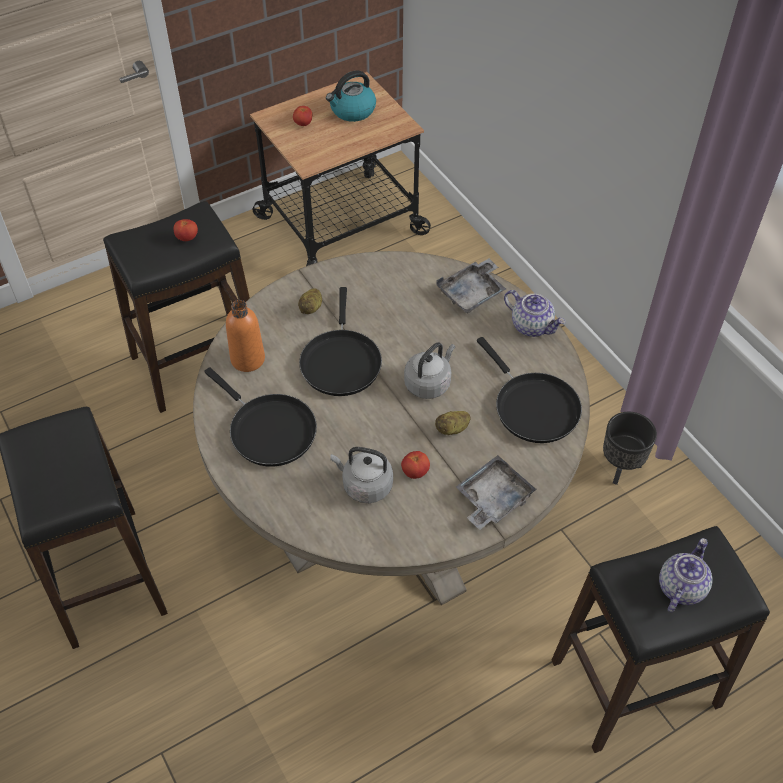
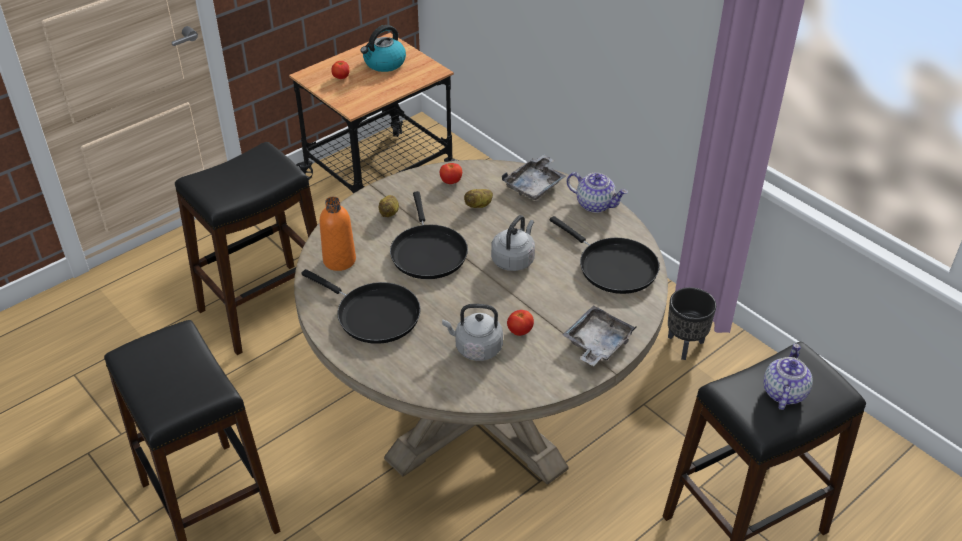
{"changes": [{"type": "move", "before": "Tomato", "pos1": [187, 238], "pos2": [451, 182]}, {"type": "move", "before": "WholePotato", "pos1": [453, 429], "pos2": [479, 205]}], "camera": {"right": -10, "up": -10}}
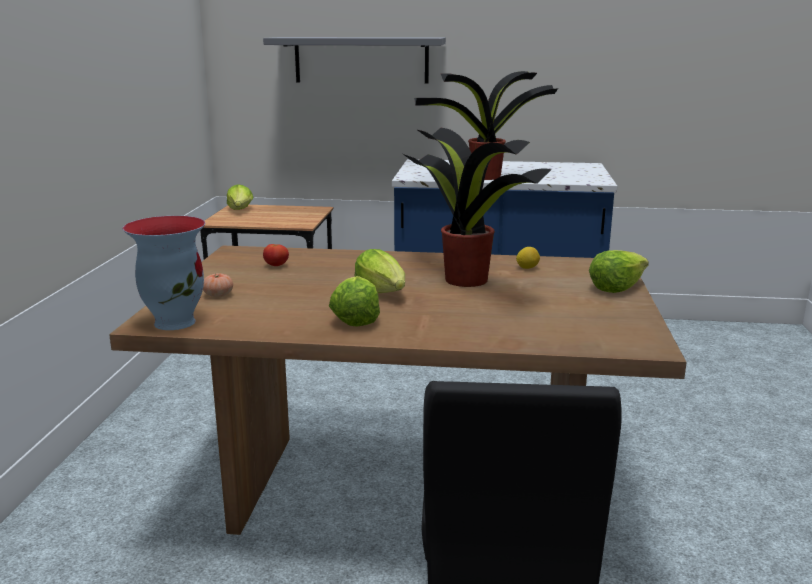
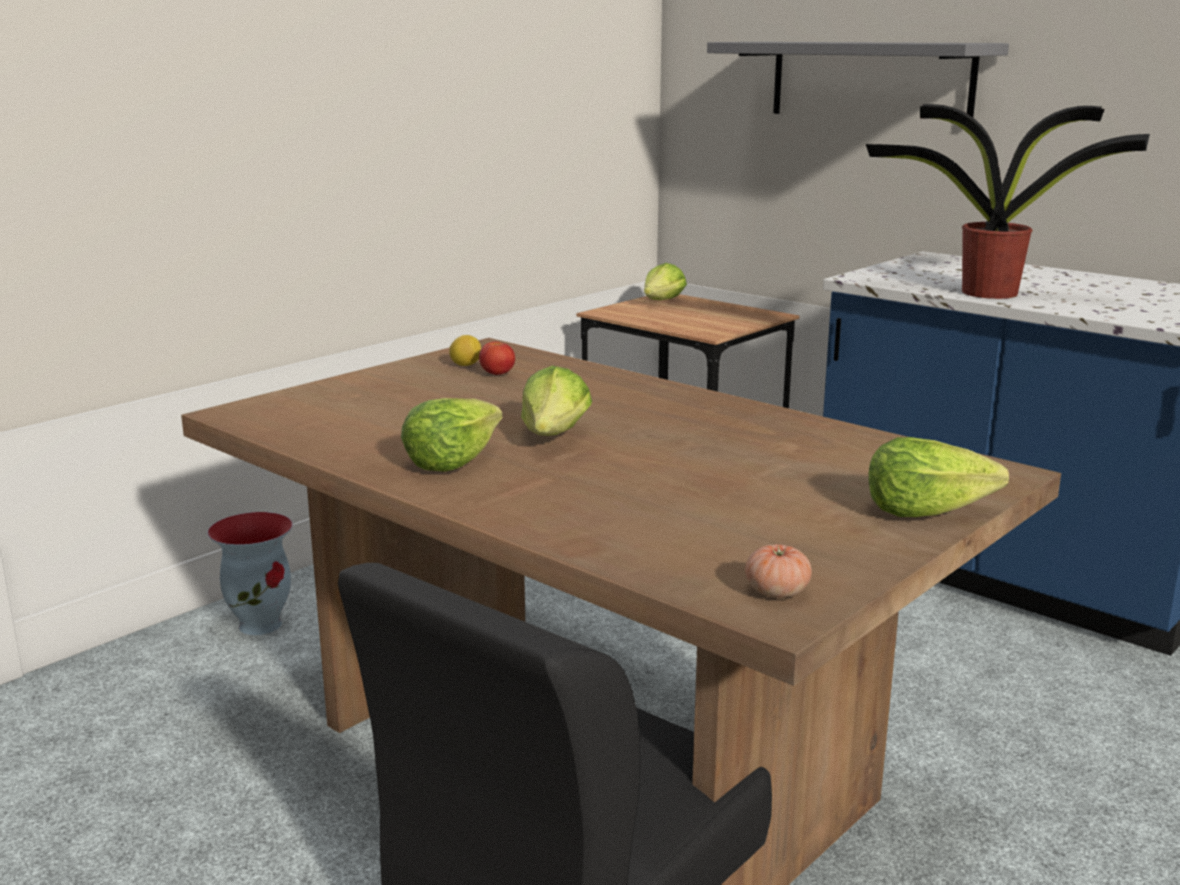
{"changes": [{"type": "move", "before": "DecorativeVase", "pos1": [175, 322], "pos2": [261, 624]}, {"type": "move", "before": "Tomato", "pos1": [218, 295], "pos2": [777, 592]}, {"type": "delete", "before": "PlantInAPot", "pos1": [464, 279]}, {"type": "move", "before": "CitrusFruit", "pos1": [527, 268], "pos2": [465, 365]}], "camera": {"right": 35, "up": 0}}
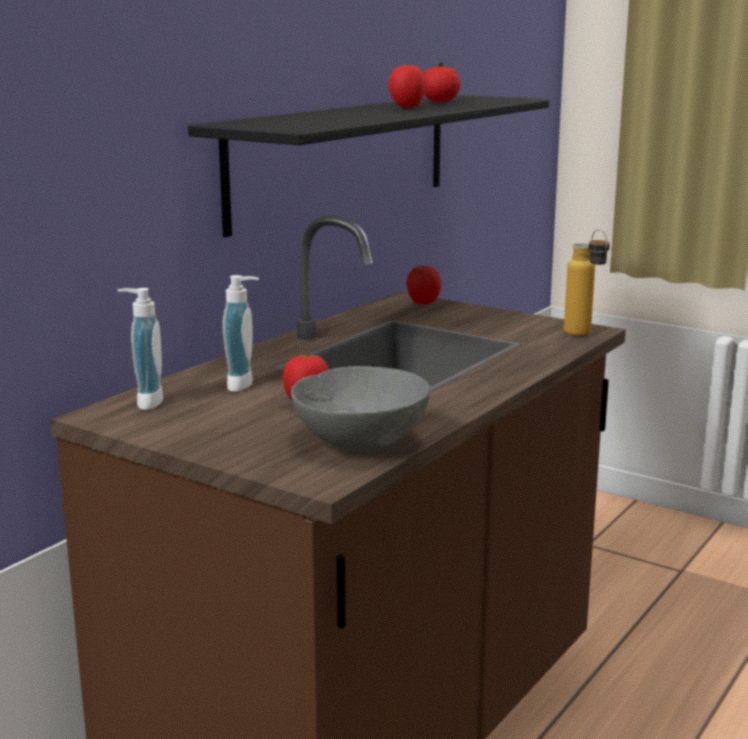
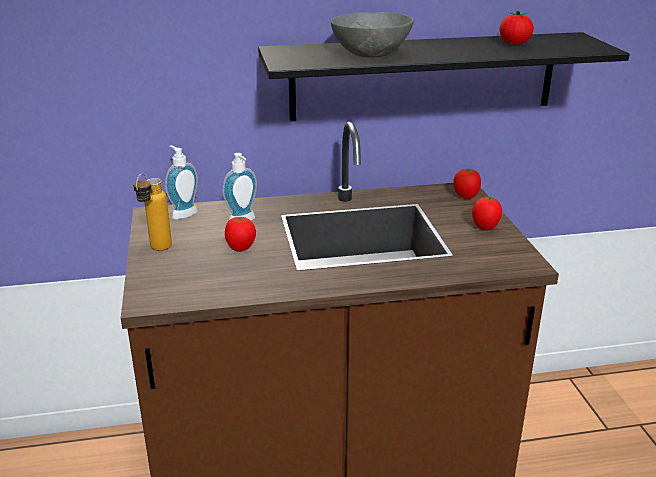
{"changes": [{"type": "move", "before": "GrayBowl", "pos1": [360, 442], "pos2": [370, 53]}, {"type": "move", "before": "Tomato", "pos1": [407, 107], "pos2": [485, 228]}, {"type": "move", "before": "DrinkBottle", "pos1": [584, 335], "pos2": [156, 250]}], "camera": {"right": 45, "up": 10}}
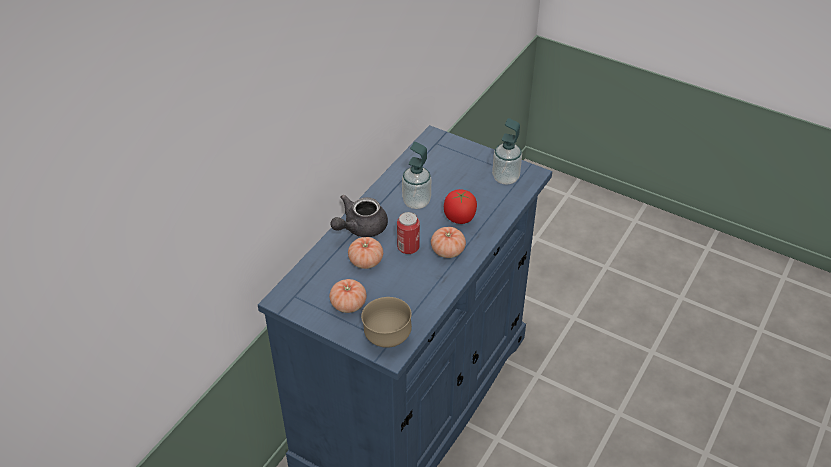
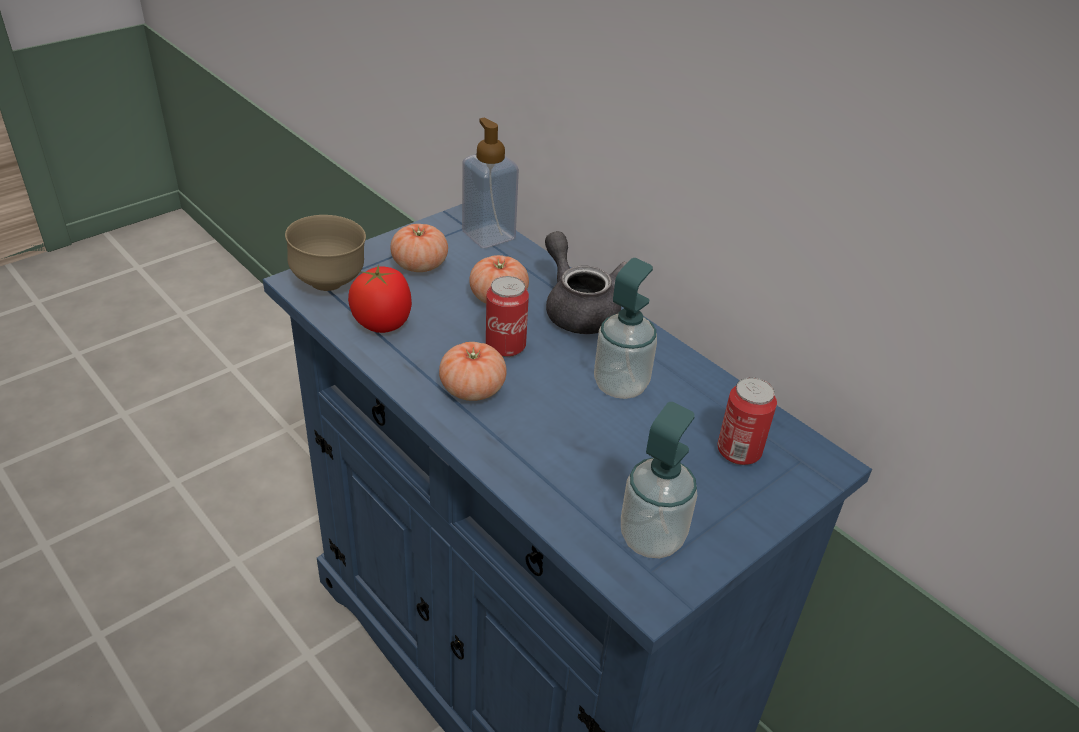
{"changes": [{"type": "move", "before": "Tomato", "pos1": [459, 218], "pos2": [383, 323]}, {"type": "insert", "after": "SoapDispenser", "pos2": [488, 235]}, {"type": "insert", "after": "Can", "pos2": [738, 452]}], "camera": {"right": 105, "up": -5}}
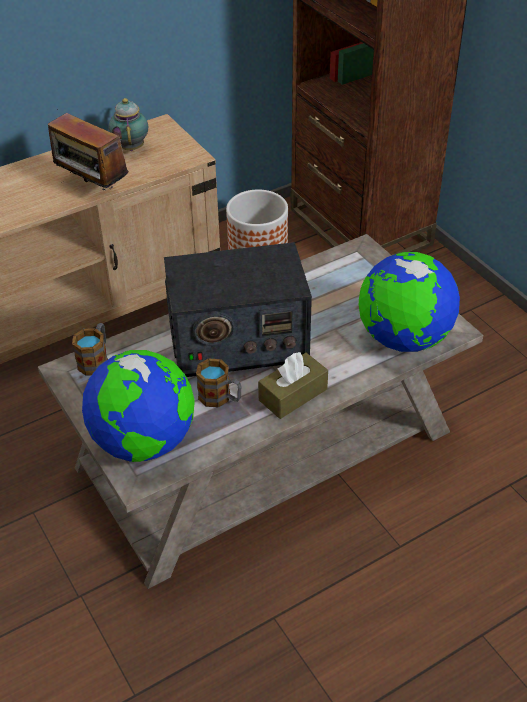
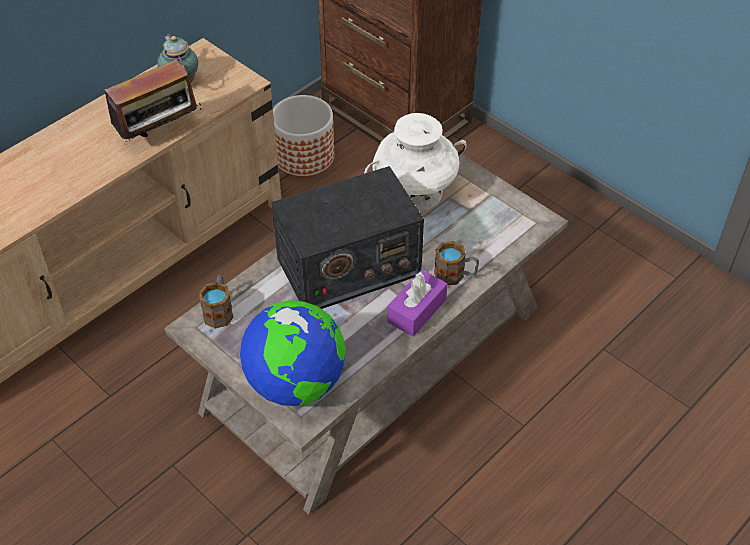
{"changes": [{"type": "rotate", "before": "RadioReceiver", "pos1": [92, 189], "pos2": [159, 134], "turn": -60}, {"type": "move", "before": "Mug", "pos1": [220, 398], "pos2": [455, 275]}, {"type": "recolor", "before": "BrownishTissueHolder", "after": "PurplishTissueHolder", "pos1": [293, 394], "pos2": [417, 311]}, {"type": "delete", "before": "Globe", "pos1": [403, 339]}, {"type": "insert", "after": "WhiteDecorativeVase", "pos2": [414, 192]}], "camera": {"right": -15, "up": 5}}
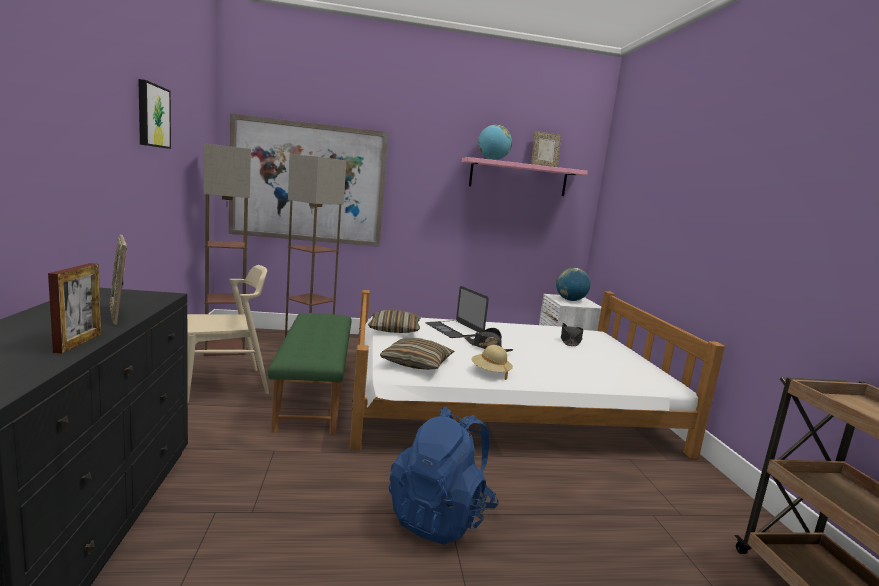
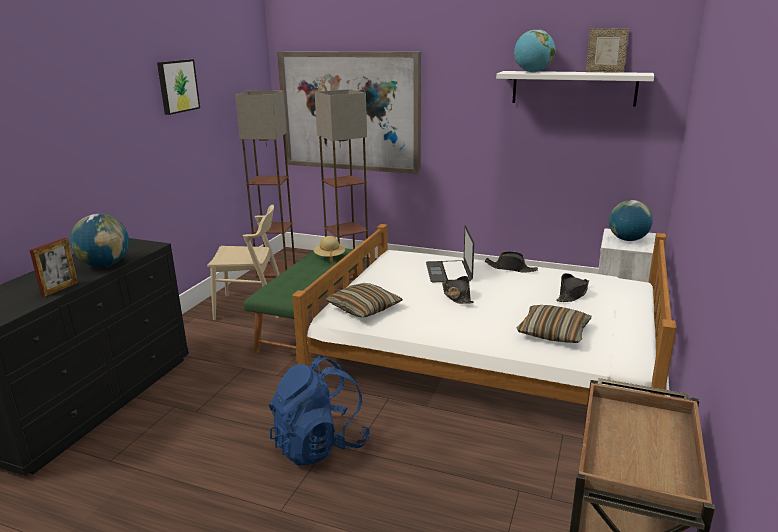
{"changes": [{"type": "replace", "before": "StandingFrame", "after": "Globe", "pos1": [119, 315], "pos2": [105, 265]}, {"type": "move", "before": "Pillow", "pos1": [394, 329], "pos2": [553, 332]}, {"type": "recolor", "before": "PinkWallShelf", "after": "WhiteWallShelf", "pos1": [518, 178], "pos2": [573, 88]}, {"type": "move", "before": "BeigeHat", "pos1": [490, 372], "pos2": [329, 257]}, {"type": "insert", "after": "BlackHat", "pos2": [511, 268]}], "camera": {"right": 30, "up": 10}}
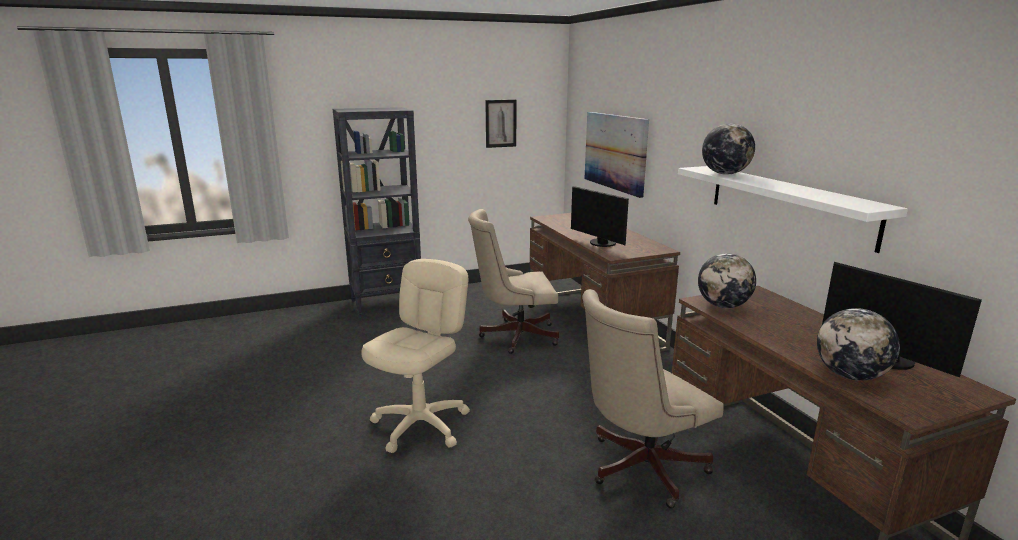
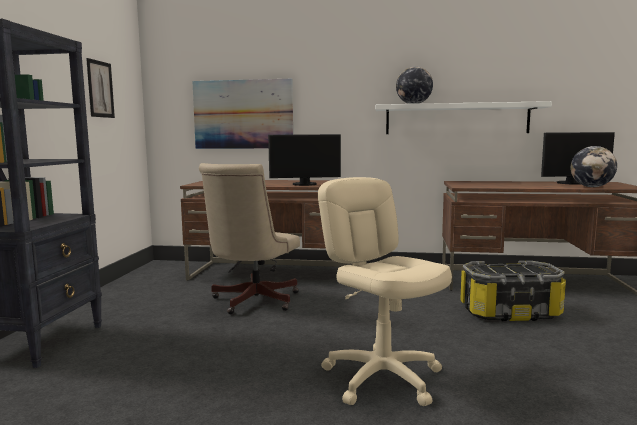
{"changes": [{"type": "replace", "before": "BeigeDeskChair", "after": "StorageBox", "pos1": [639, 468], "pos2": [509, 313]}, {"type": "delete", "before": "Globe", "pos1": [723, 306]}], "camera": {"right": -60, "up": -10}}
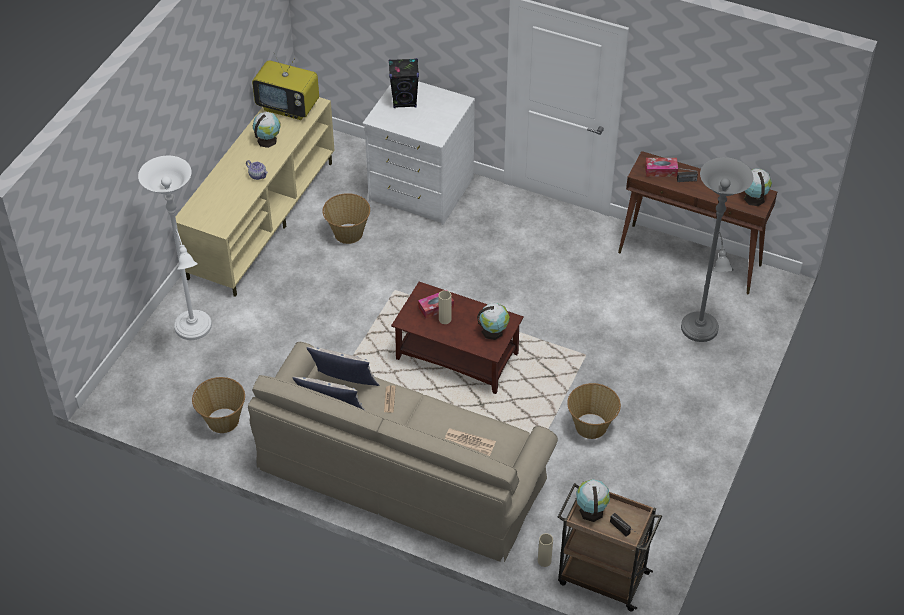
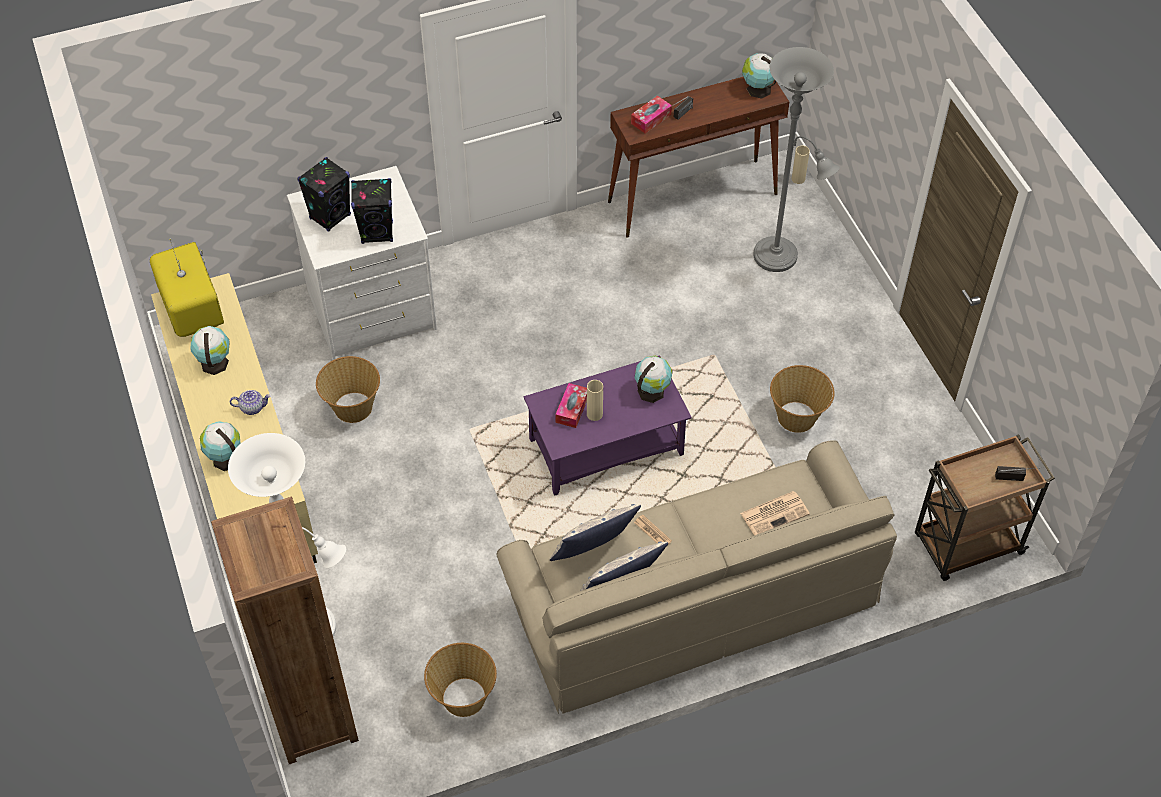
{"changes": [{"type": "rotate", "before": "Television", "pos1": [289, 107], "pos2": [192, 311], "turn": -90}, {"type": "recolor", "before": "BrownishCoffeeTable", "after": "PurplishCoffeeTable", "pos1": [456, 356], "pos2": [605, 448]}, {"type": "move", "before": "BeigeDecorativeVase", "pos1": [544, 561], "pos2": [798, 179]}, {"type": "move", "before": "Globe", "pos1": [591, 510], "pos2": [225, 458]}, {"type": "insert", "after": "BrownishBookshelf", "pos2": [312, 716]}, {"type": "insert", "after": "BlackAudioSpeaker", "pos2": [377, 233]}], "camera": {"right": -45, "up": 5}}
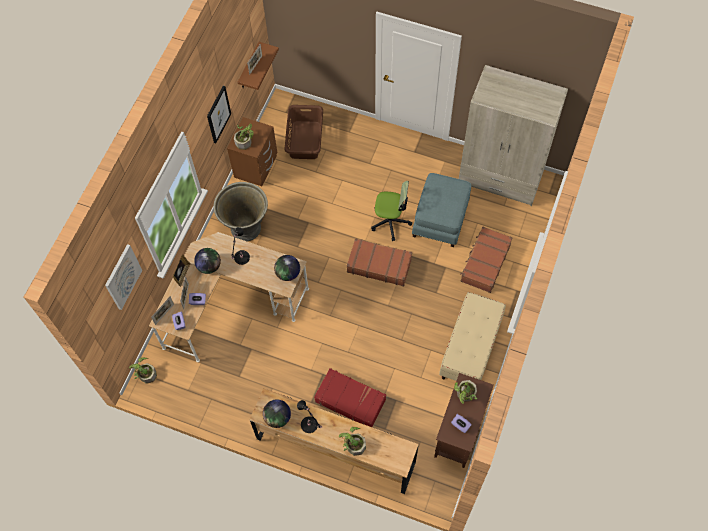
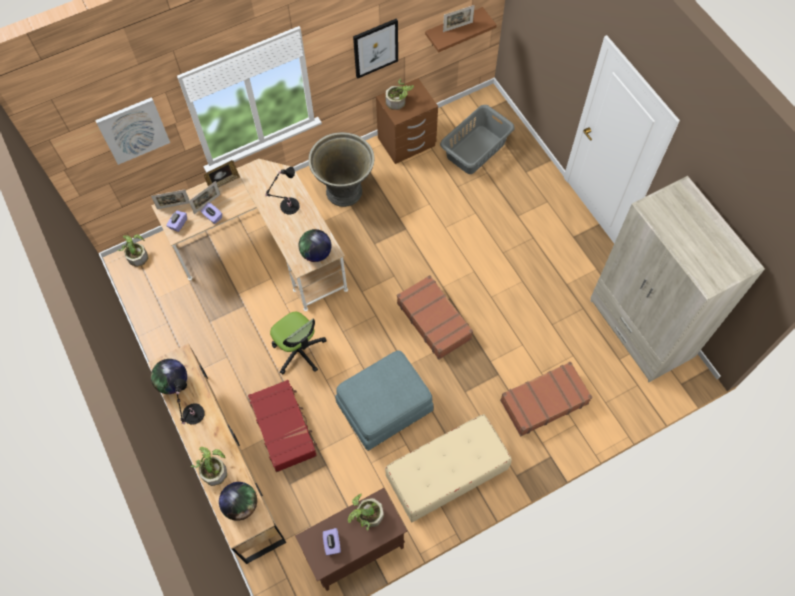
{"changes": [{"type": "move", "before": "Globe", "pos1": [209, 266], "pos2": [241, 505]}, {"type": "recolor", "before": "BrownishLaundryBasket", "after": "GrayLaundryBasket", "pos1": [305, 140], "pos2": [476, 150]}, {"type": "move", "before": "DeskChair", "pos1": [390, 221], "pos2": [299, 351]}, {"type": "move", "before": "BluishOttoman", "pos1": [441, 219], "pos2": [385, 409]}], "camera": {"right": 40, "up": 0}}
